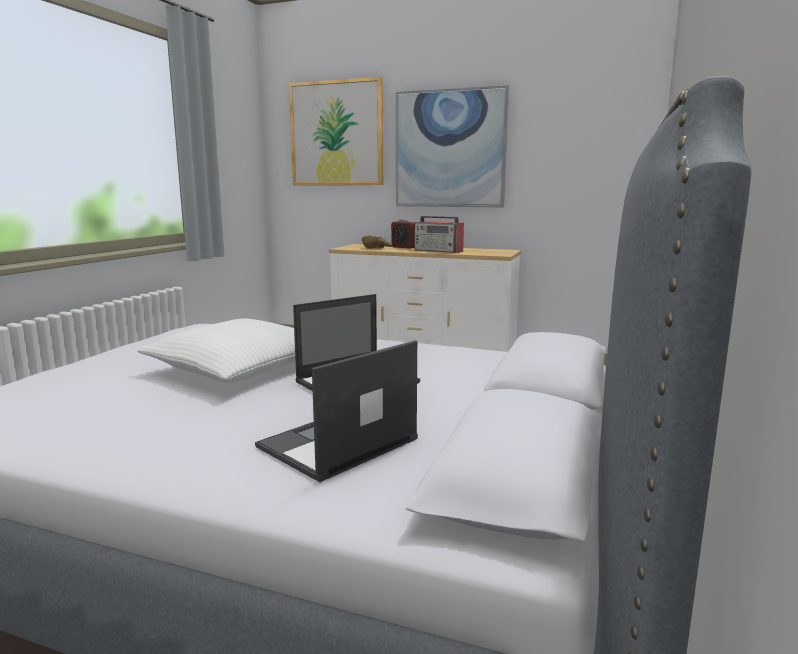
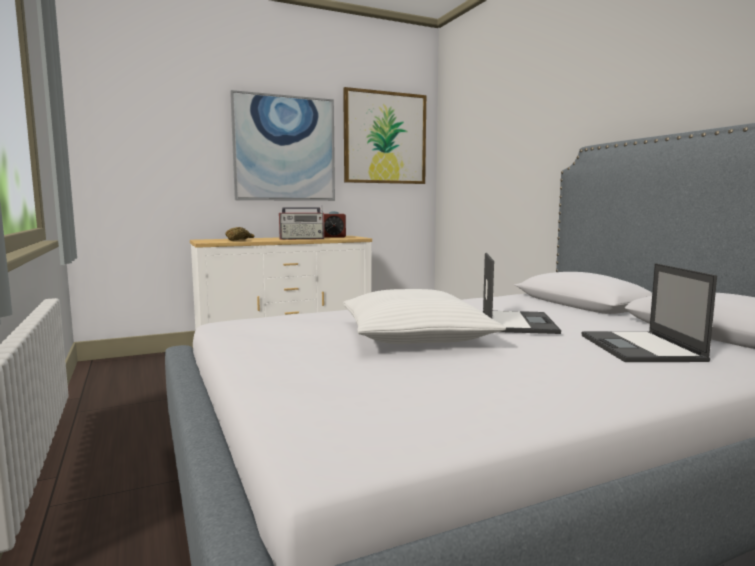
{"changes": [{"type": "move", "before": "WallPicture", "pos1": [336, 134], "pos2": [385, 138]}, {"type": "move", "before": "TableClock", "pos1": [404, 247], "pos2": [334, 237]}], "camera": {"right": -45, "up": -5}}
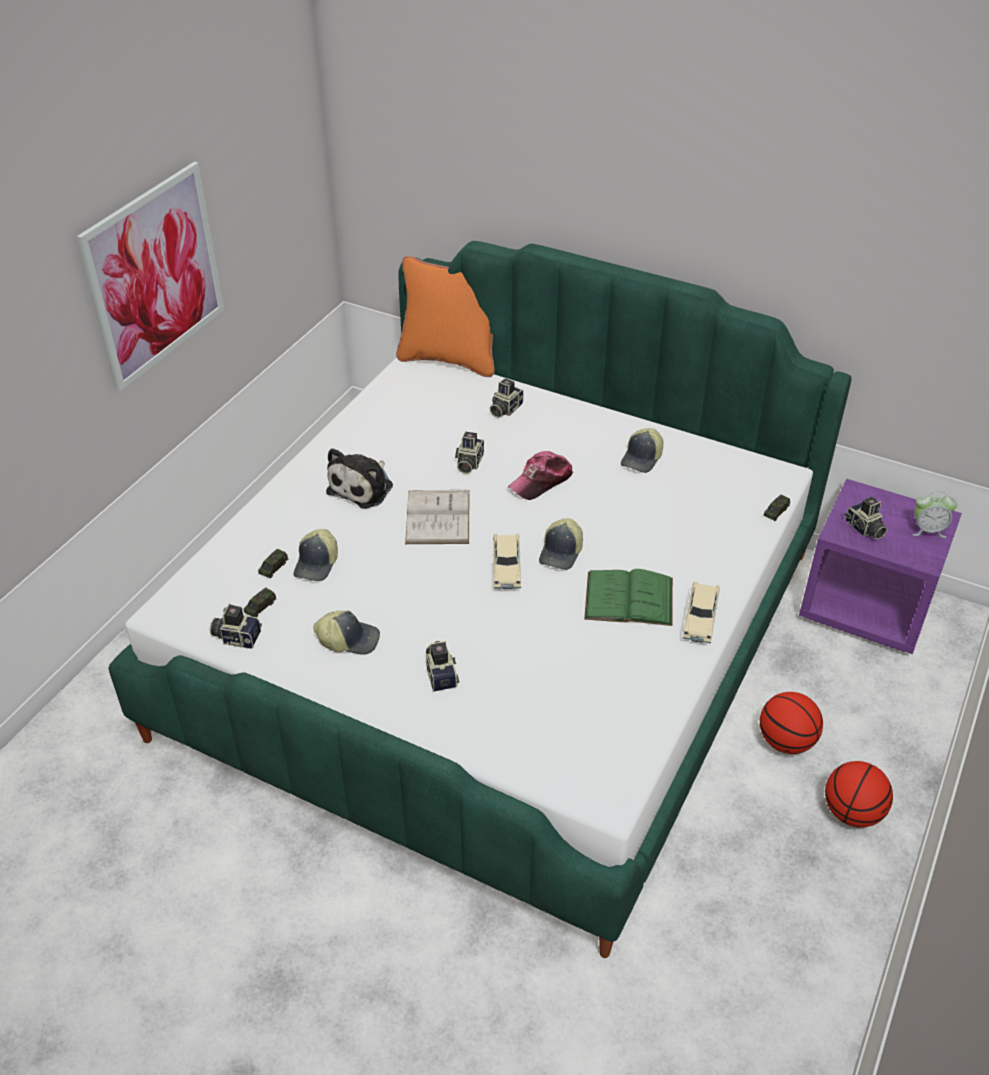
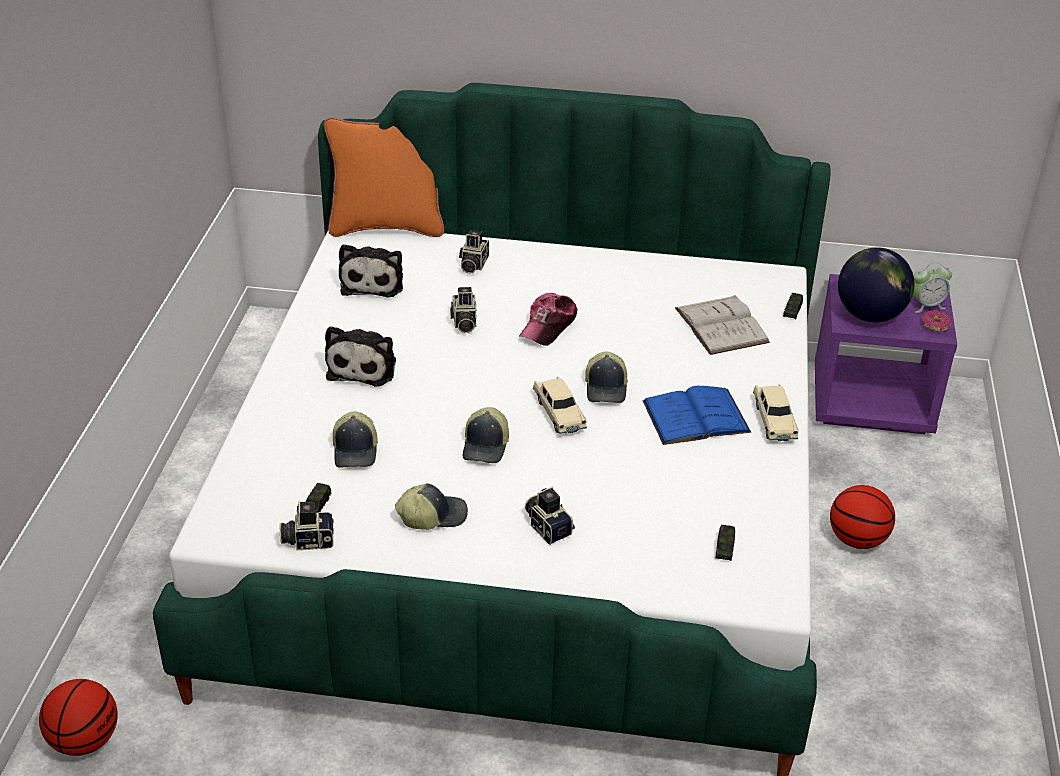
{"changes": [{"type": "delete", "before": "WallPicture", "pos1": [155, 275]}, {"type": "move", "before": "MiniatureCar", "pos1": [273, 568], "pos2": [724, 548]}, {"type": "move", "before": "WhiteBook", "pos1": [438, 516], "pos2": [721, 325]}, {"type": "recolor", "before": "GreenColouredBook", "after": "BluishBook", "pos1": [629, 598], "pos2": [696, 416]}, {"type": "move", "before": "PeakedCap", "pos1": [642, 458], "pos2": [486, 446]}, {"type": "move", "before": "Basketball", "pos1": [852, 812], "pos2": [84, 741]}, {"type": "replace", "before": "PhotoCamera", "after": "Globe", "pos1": [864, 529], "pos2": [869, 315]}, {"type": "insert", "after": "SoftToy", "pos2": [373, 282]}, {"type": "insert", "after": "Doughnut", "pos2": [935, 325]}], "camera": {"right": -20, "up": -5}}
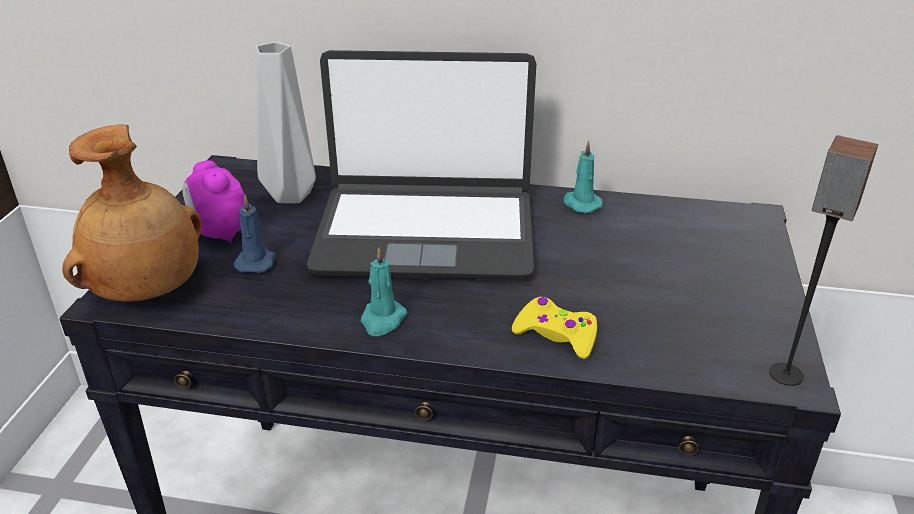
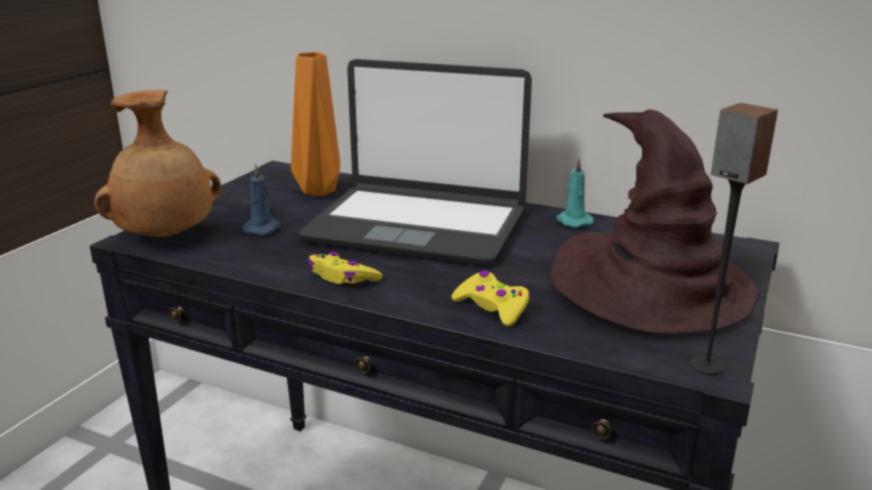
{"changes": [{"type": "delete", "before": "TableClock", "pos1": [220, 233]}, {"type": "recolor", "before": "GrayDecorativeVase", "after": "OrangeColouredDecorativeVase", "pos1": [290, 197], "pos2": [318, 191]}, {"type": "replace", "before": "TurquoiseWaxCandle", "after": "YellowGameController", "pos1": [382, 320], "pos2": [342, 277]}, {"type": "insert", "after": "BrownishHat", "pos2": [652, 288]}], "camera": {"right": 15, "up": -10}}
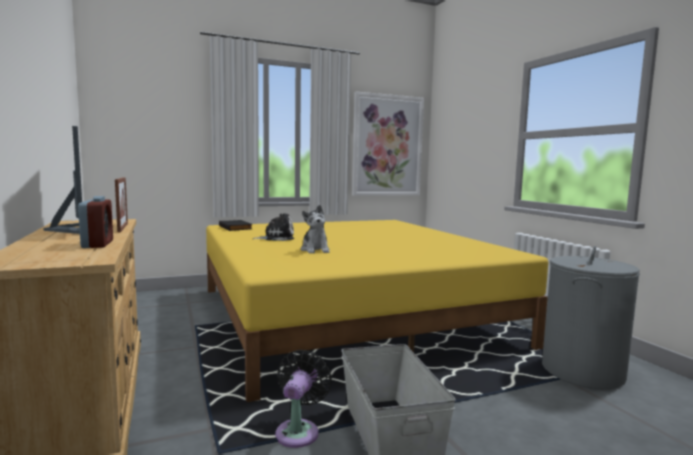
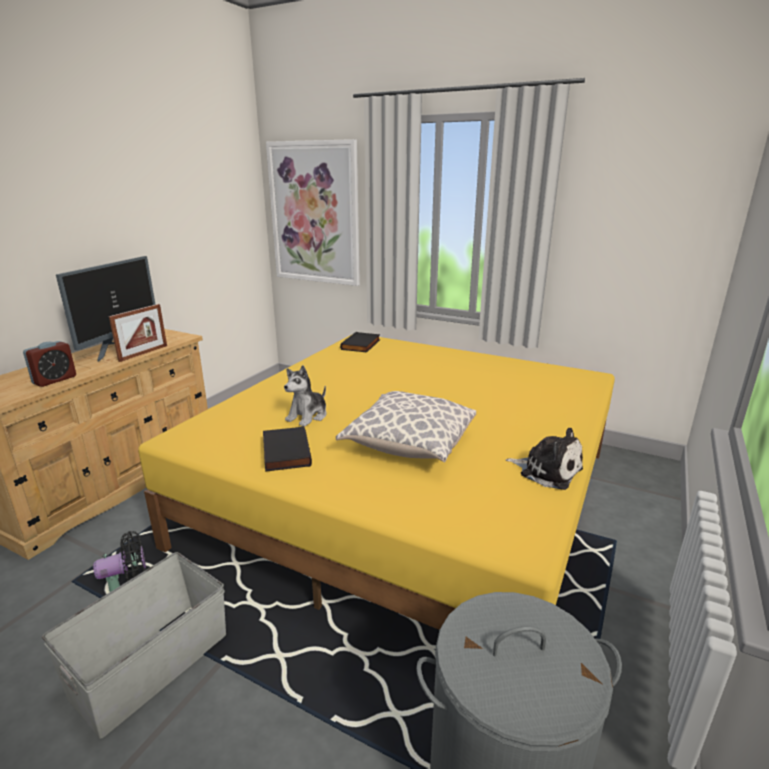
{"changes": [{"type": "move", "before": "SoftToy", "pos1": [276, 238], "pos2": [547, 470]}, {"type": "move", "before": "WallPicture", "pos1": [387, 146], "pos2": [314, 214]}, {"type": "insert", "after": "BlackBook", "pos2": [284, 452]}, {"type": "insert", "after": "Pillow", "pos2": [408, 445]}], "camera": {"right": 50, "up": 15}}
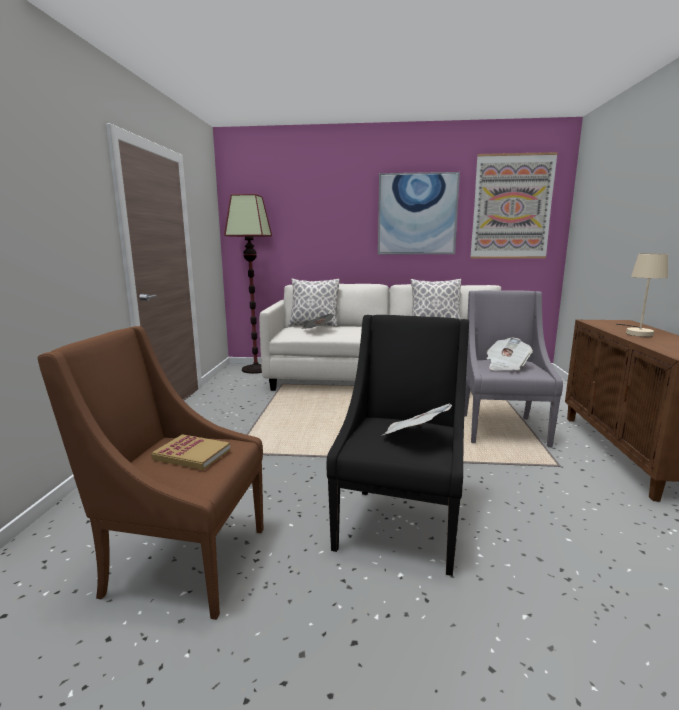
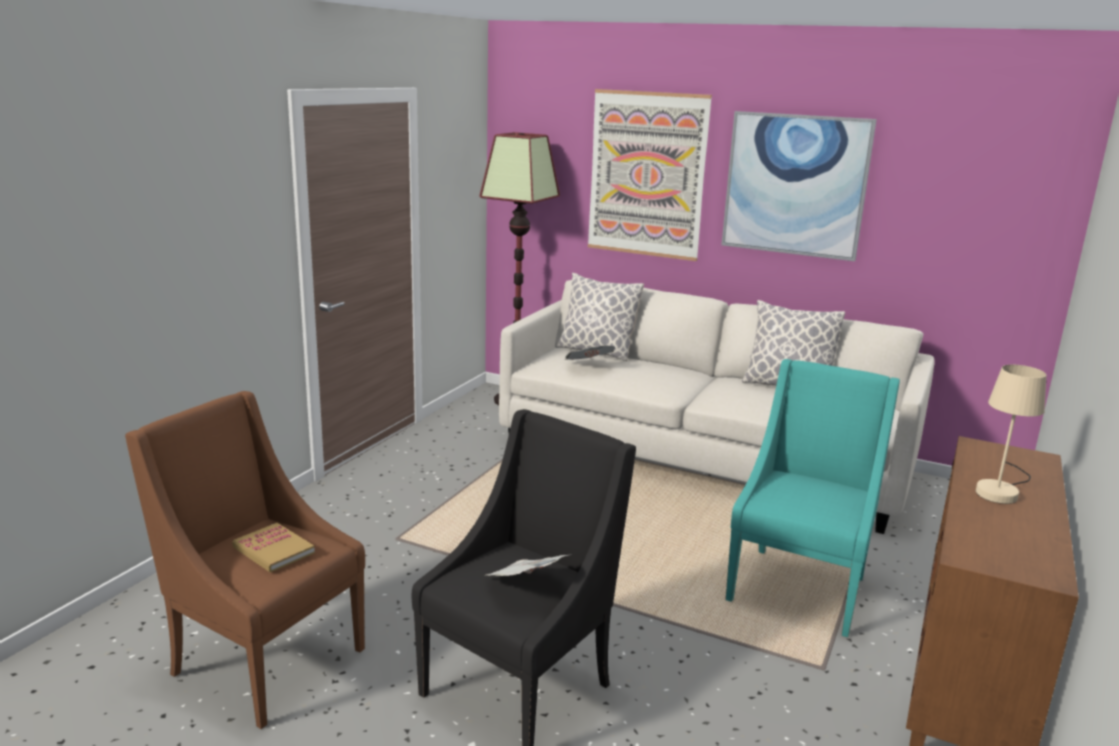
{"changes": [{"type": "recolor", "before": "GrayArmchair", "after": "TurquoiseArmchair", "pos1": [501, 428], "pos2": [799, 587]}, {"type": "move", "before": "WallPicture", "pos1": [511, 207], "pos2": [647, 175]}, {"type": "delete", "before": "PrintedPaper", "pos1": [506, 366]}], "camera": {"right": 20, "up": 5}}
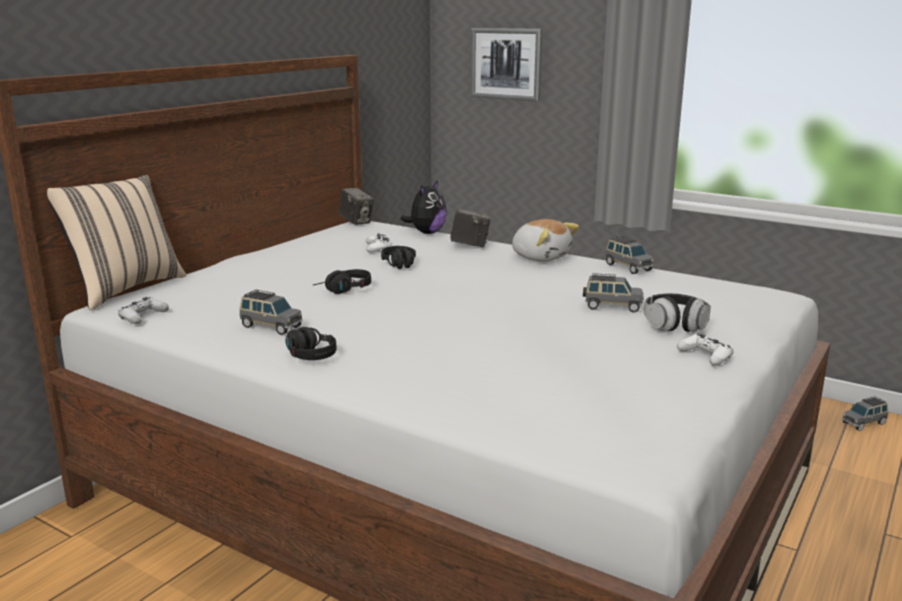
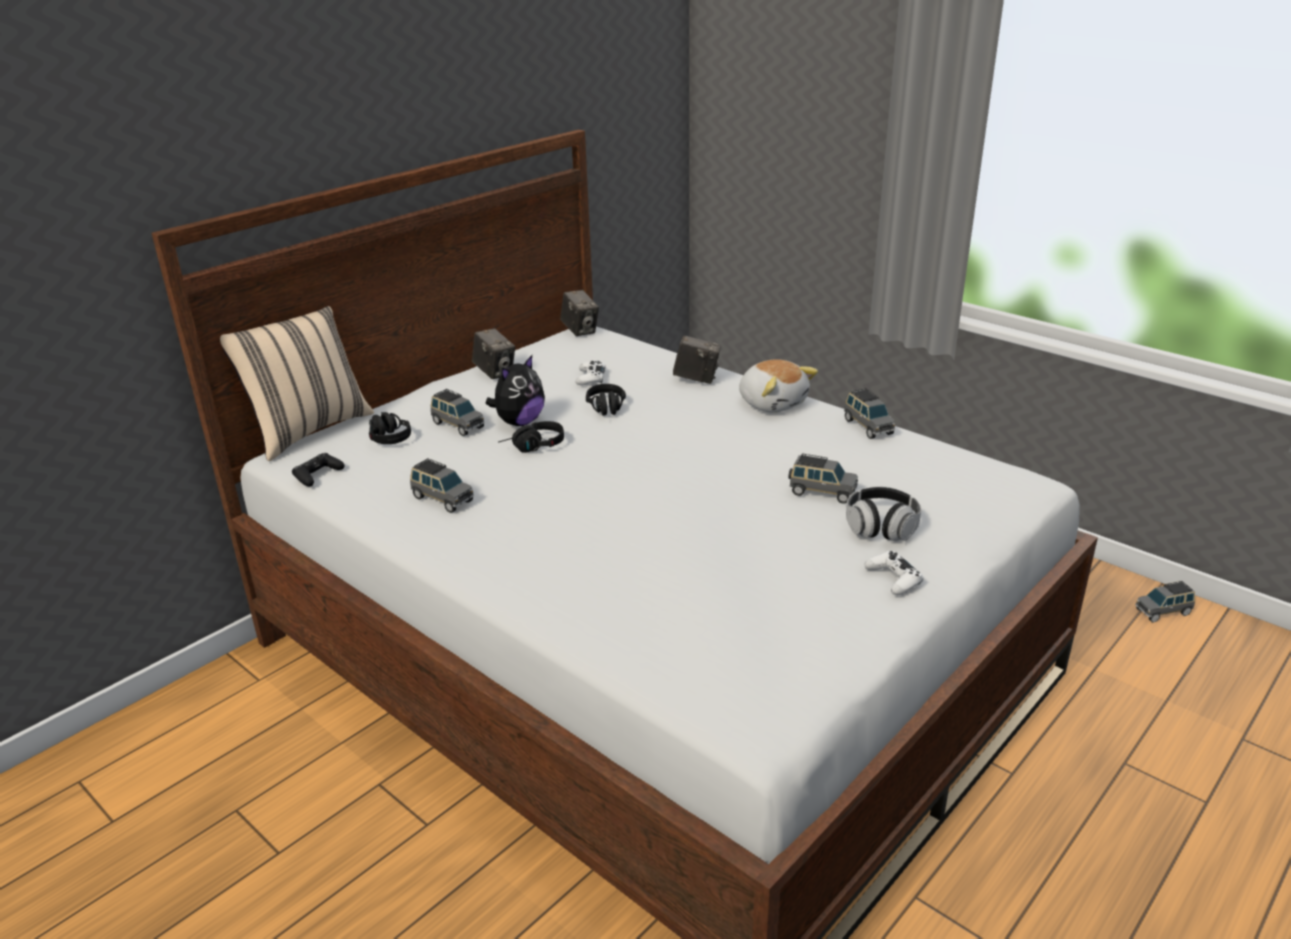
{"changes": [{"type": "recolor", "before": "WhiteGameController", "after": "BlackGameController", "pos1": [143, 316], "pos2": [318, 475]}, {"type": "move", "before": "BlackHeadset", "pos1": [306, 353], "pos2": [387, 436]}, {"type": "move", "before": "SoftToy", "pos1": [426, 232], "pos2": [519, 422]}, {"type": "delete", "before": "WallPicture", "pos1": [506, 64]}, {"type": "insert", "after": "GrayMiniatureCar", "pos2": [457, 425]}, {"type": "insert", "after": "PhotoCamera", "pos2": [495, 372]}], "camera": {"right": 10, "up": 10}}
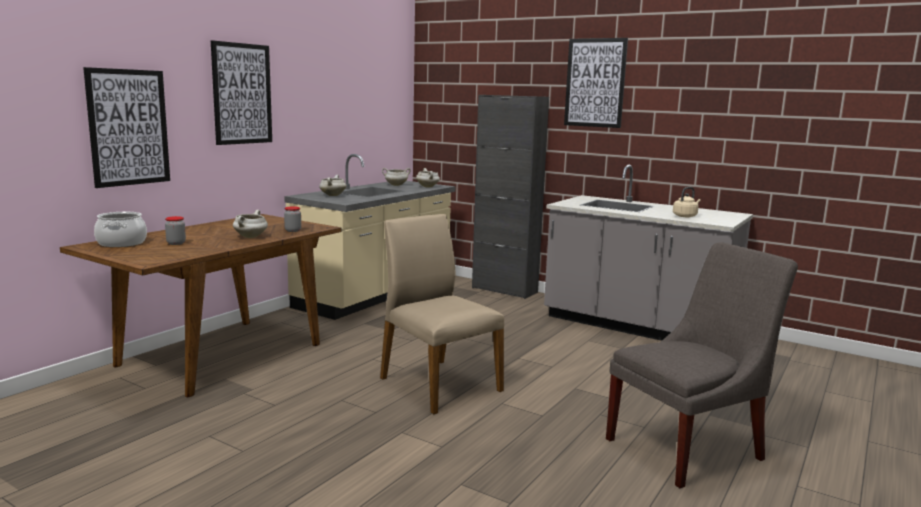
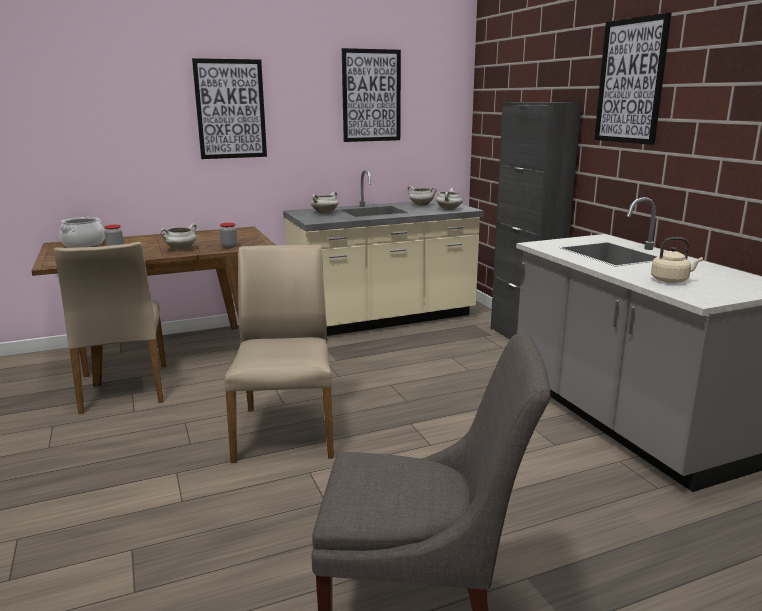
{"changes": [{"type": "move", "before": "WallPicture", "pos1": [128, 127], "pos2": [371, 96]}, {"type": "insert", "after": "BeigePlainChair", "pos2": [124, 388]}], "camera": {"right": 35, "up": 5}}
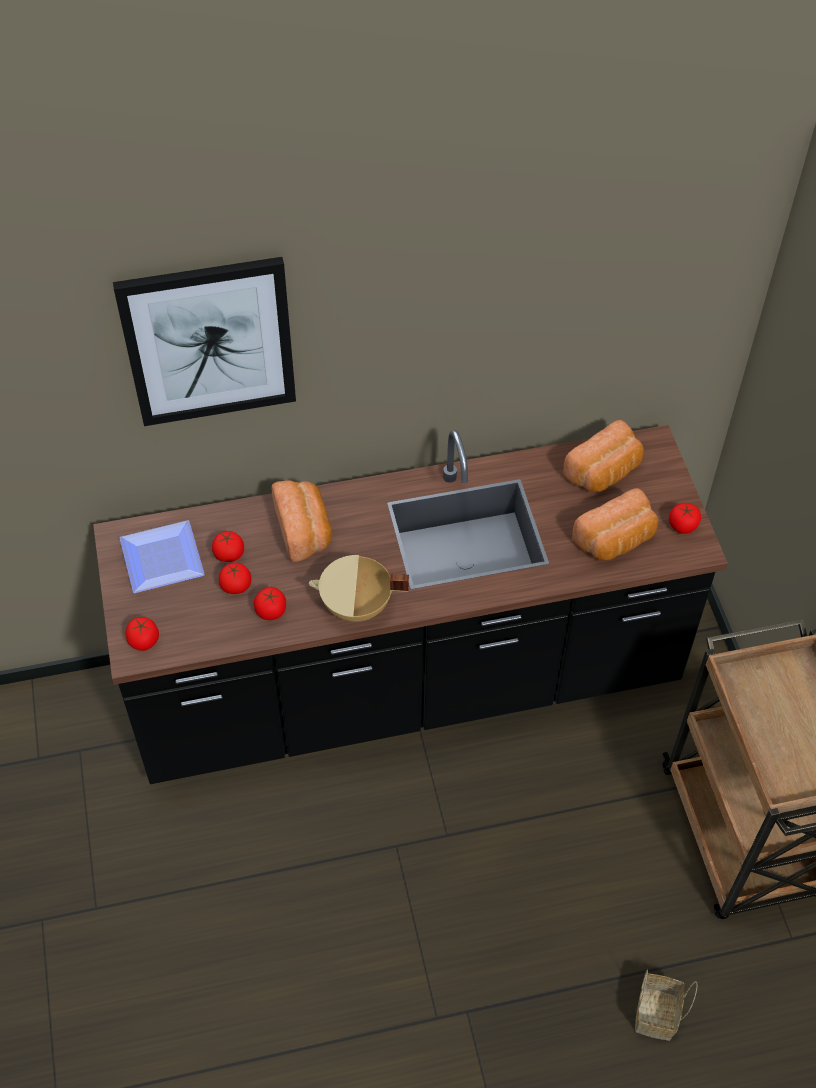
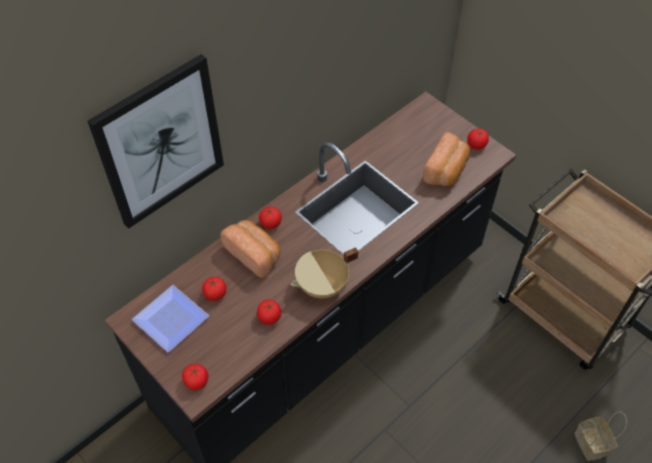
{"changes": [{"type": "move", "before": "Tomato", "pos1": [236, 586], "pos2": [270, 223]}, {"type": "delete", "before": "BakeryBread", "pos1": [604, 472]}], "camera": {"right": -30, "up": 0}}
